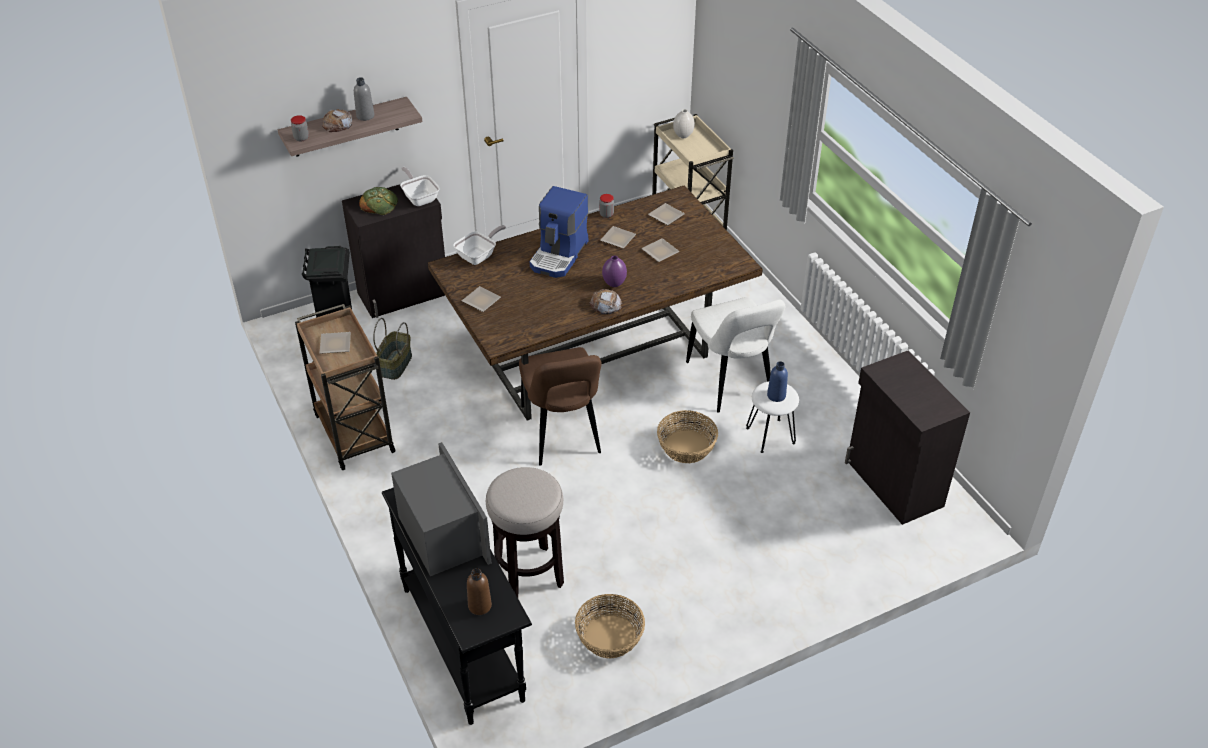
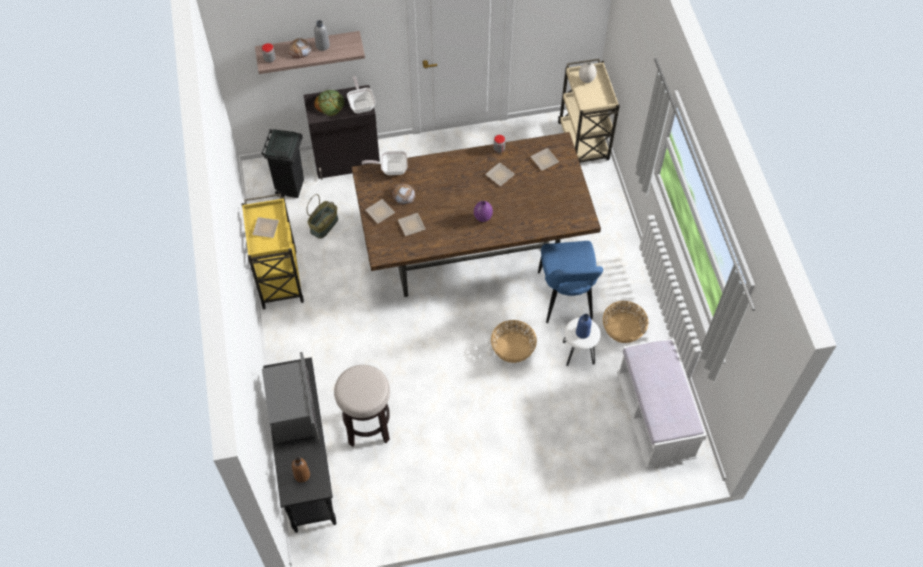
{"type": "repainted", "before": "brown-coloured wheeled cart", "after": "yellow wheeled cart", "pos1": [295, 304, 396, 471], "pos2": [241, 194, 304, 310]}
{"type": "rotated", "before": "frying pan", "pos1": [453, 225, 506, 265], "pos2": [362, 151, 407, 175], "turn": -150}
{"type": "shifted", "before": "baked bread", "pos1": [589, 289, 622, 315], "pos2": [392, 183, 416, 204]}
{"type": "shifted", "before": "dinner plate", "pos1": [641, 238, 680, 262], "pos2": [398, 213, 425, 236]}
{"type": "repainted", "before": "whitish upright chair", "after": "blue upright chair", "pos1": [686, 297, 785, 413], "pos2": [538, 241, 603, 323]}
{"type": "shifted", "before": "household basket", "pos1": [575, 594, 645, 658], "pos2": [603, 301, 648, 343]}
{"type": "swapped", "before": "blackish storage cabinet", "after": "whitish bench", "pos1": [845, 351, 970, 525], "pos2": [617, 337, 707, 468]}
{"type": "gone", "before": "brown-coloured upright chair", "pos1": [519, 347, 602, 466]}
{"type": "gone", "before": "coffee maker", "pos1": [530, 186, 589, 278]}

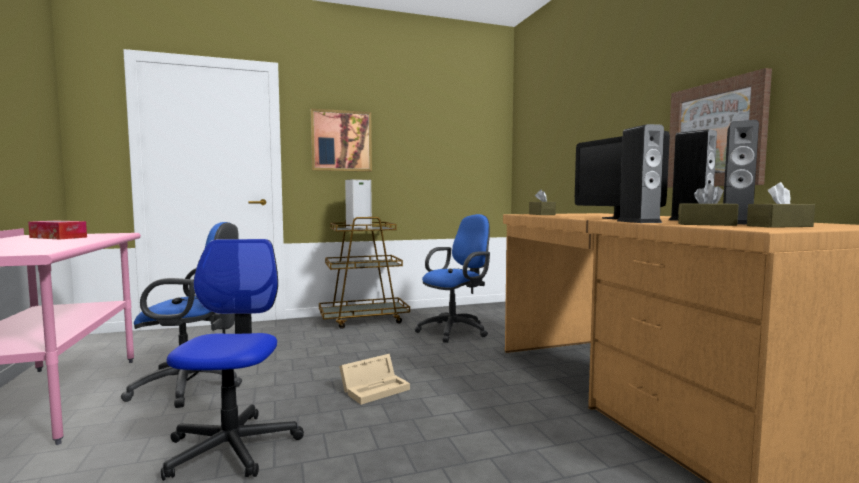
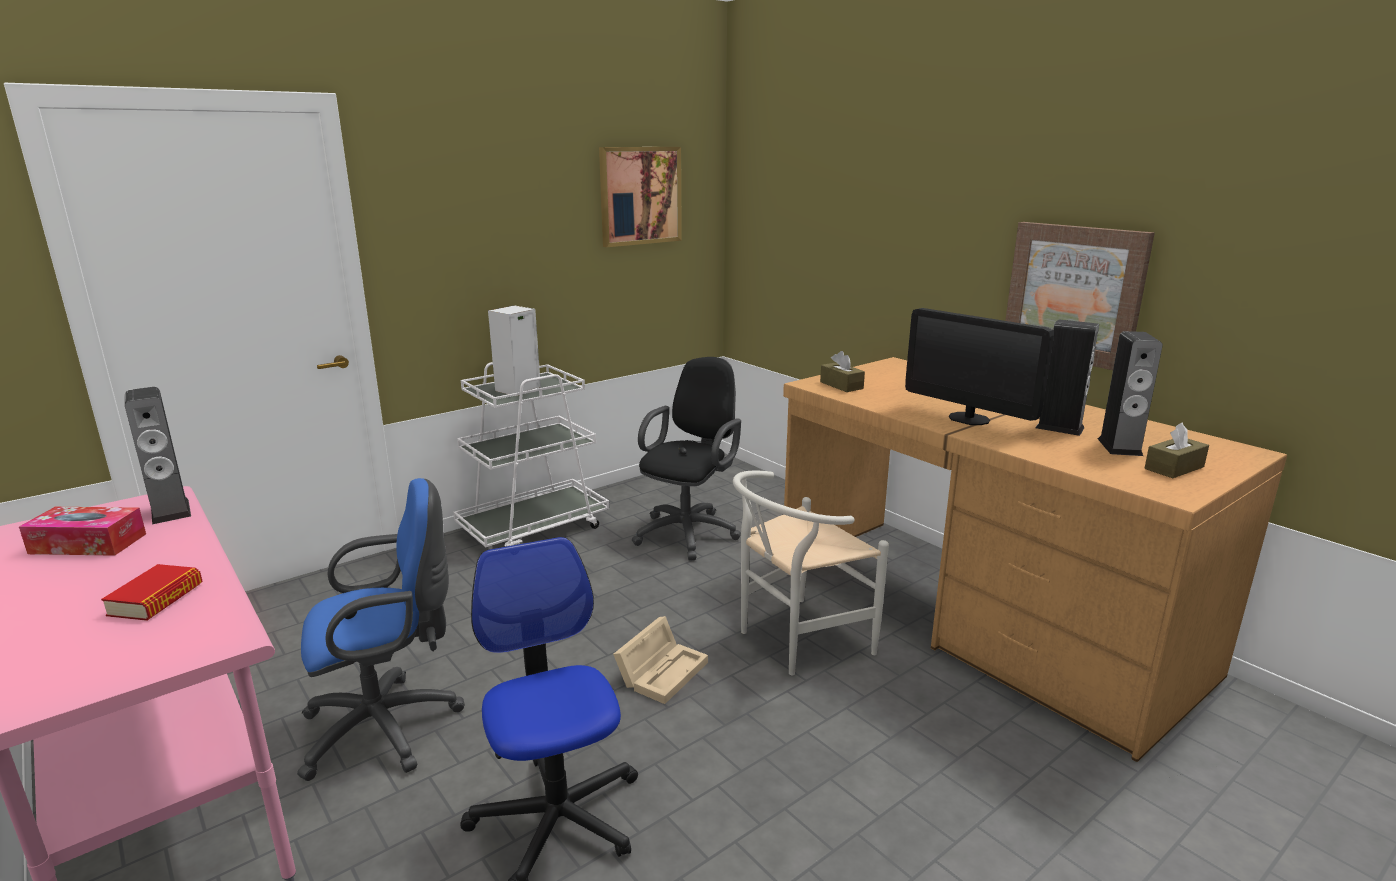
{"type": "new", "after": "volume", "pos2": [101, 564, 202, 621]}
{"type": "shifted", "before": "loudspeaker", "pos1": [617, 124, 664, 223], "pos2": [125, 387, 191, 524]}
{"type": "repainted", "before": "brown-coloured wheeled cart", "after": "whitish wheeled cart", "pos1": [319, 217, 410, 329], "pos2": [453, 362, 609, 547]}
{"type": "shifted", "before": "picture", "pos1": [311, 109, 372, 172], "pos2": [599, 147, 682, 247]}
{"type": "repainted", "before": "blue computer chair", "after": "blackish computer chair", "pos1": [414, 214, 490, 343], "pos2": [632, 357, 741, 560]}
{"type": "new", "after": "whitish upright chair", "pos2": [733, 471, 889, 676]}
{"type": "gone", "before": "brown-coloured box of tissues", "pos1": [678, 183, 738, 226]}

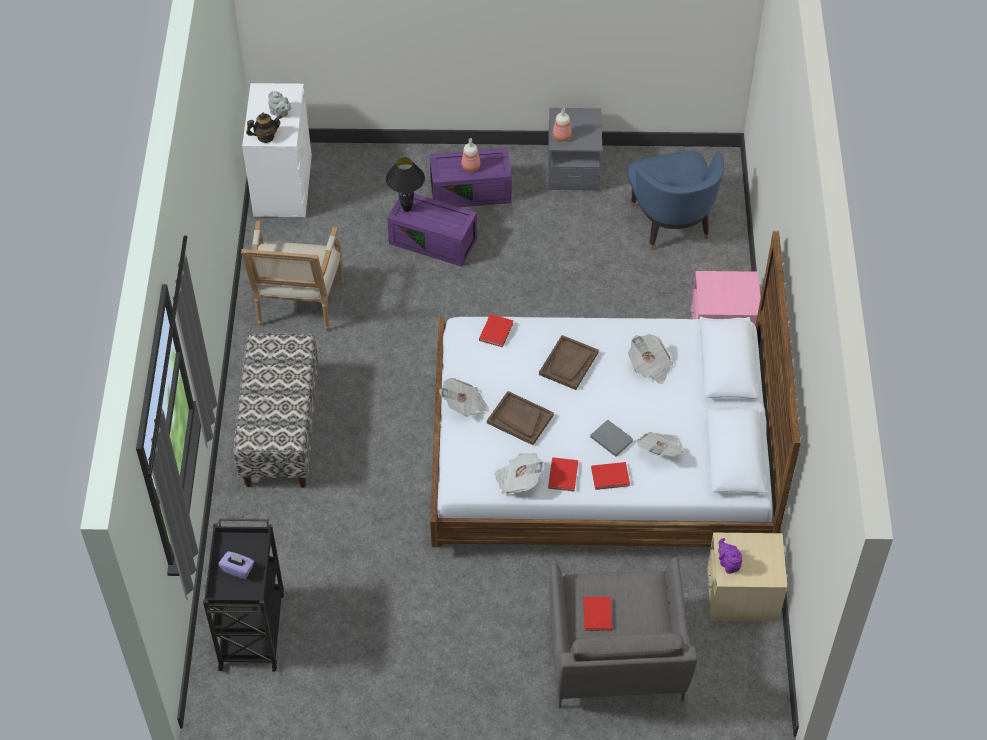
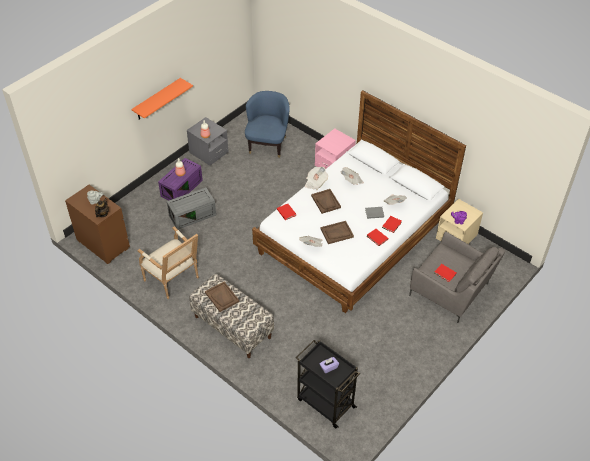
{"type": "repainted", "before": "whitish drawer chest", "after": "brown-coloured drawer chest", "pos1": [242, 83, 312, 219], "pos2": [65, 185, 130, 264]}
{"type": "new", "after": "orange bracket shelf", "pos2": [132, 78, 193, 120]}
{"type": "repainted", "before": "purplish storage box", "after": "greyish storage box", "pos1": [387, 194, 477, 267], "pos2": [167, 187, 216, 229]}
{"type": "new", "after": "brown-coloured carrying tray", "pos2": [205, 282, 239, 312]}
{"type": "rotated", "before": "blue easy chair", "pos1": [628, 151, 724, 250], "pos2": [245, 91, 290, 158], "turn": -105}
{"type": "shifted", "before": "newspaper", "pos1": [494, 453, 545, 494], "pos2": [305, 167, 328, 190]}
{"type": "gone", "before": "blackish tabletop lamp", "pos1": [386, 158, 425, 212]}

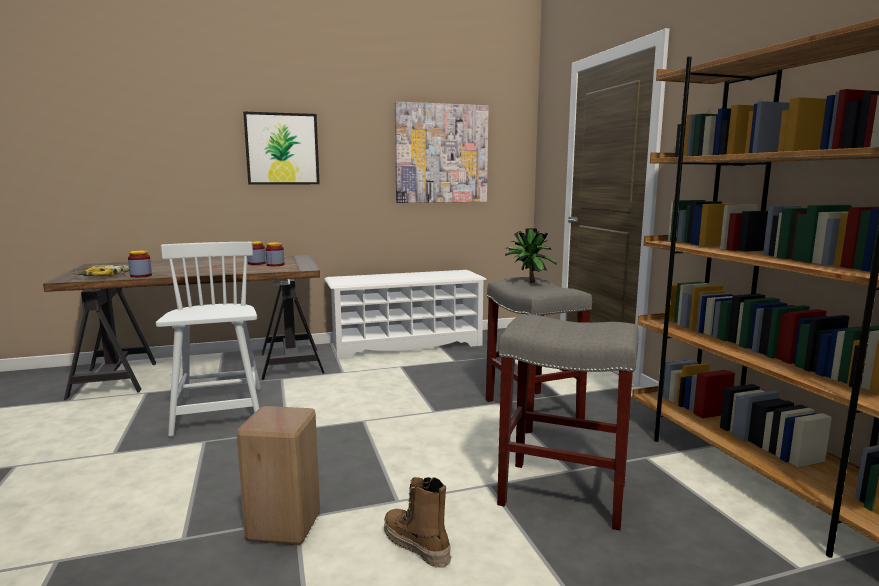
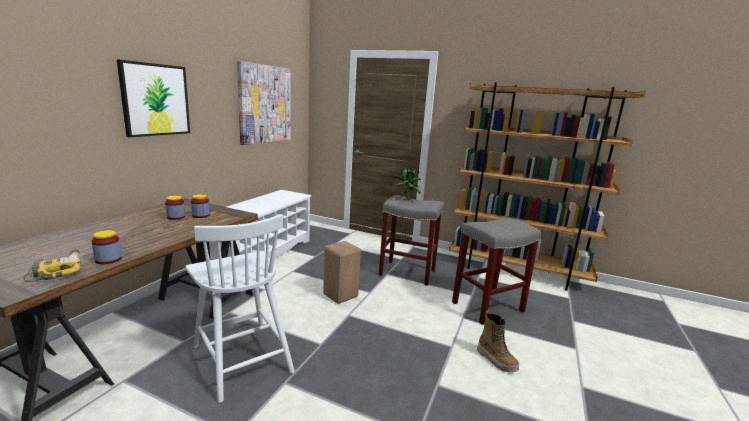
{"type": "rotated", "before": "whitish upright chair", "pos1": [156, 242, 261, 437], "pos2": [185, 214, 295, 403], "turn": -150}
{"type": "shifted", "before": "beige stool seat", "pos1": [237, 406, 320, 545], "pos2": [323, 241, 361, 304]}
{"type": "rotated", "before": "boot", "pos1": [384, 477, 451, 568], "pos2": [477, 310, 519, 372], "turn": -120}

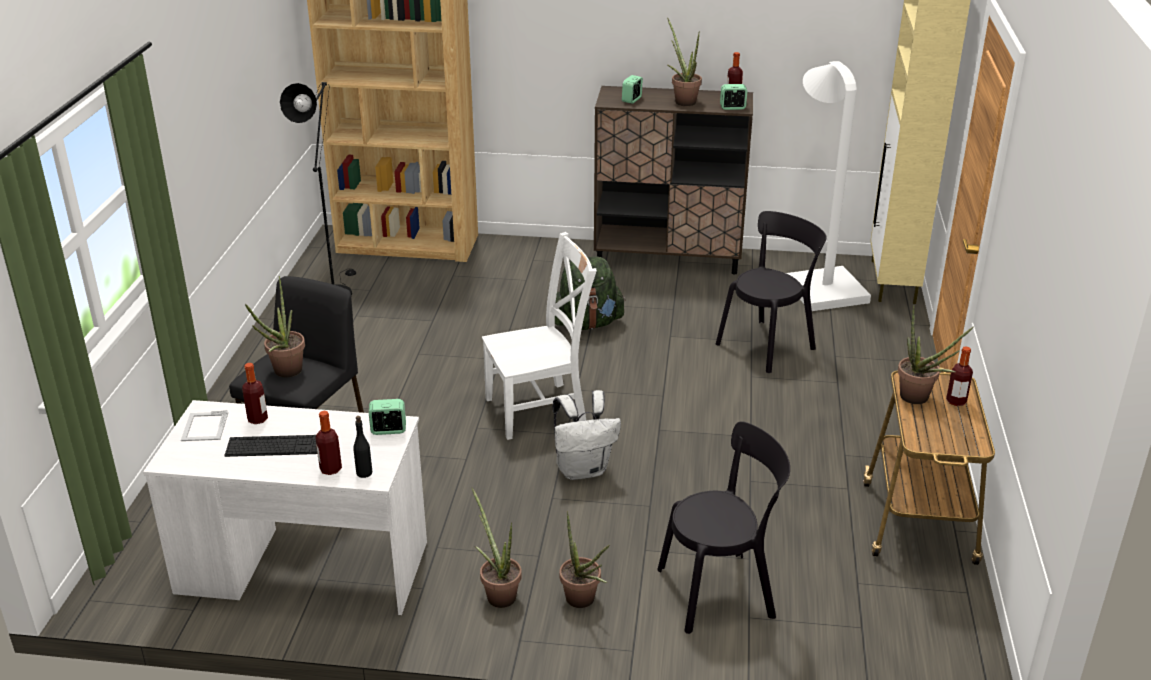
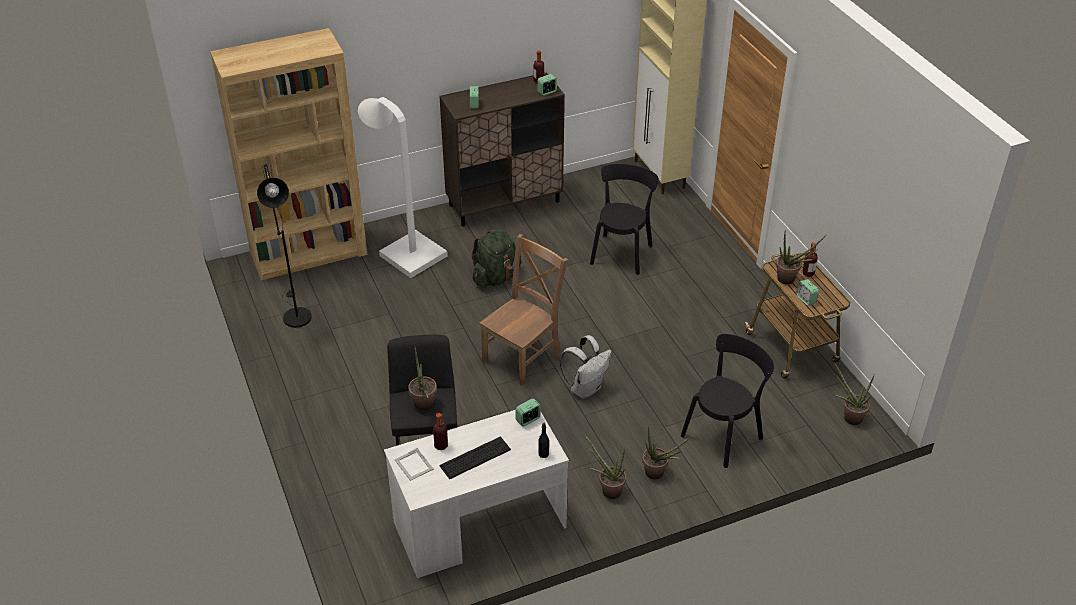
{"type": "shifted", "before": "whitish standard lamp", "pos1": [786, 61, 871, 311], "pos2": [358, 97, 448, 278]}
{"type": "repainted", "before": "whitish upright chair", "after": "brown-coloured upright chair", "pos1": [482, 232, 597, 440], "pos2": [479, 234, 568, 386]}
{"type": "new", "after": "bedside clock", "pos2": [796, 279, 819, 306]}
{"type": "shifted", "before": "potted plant", "pos1": [667, 17, 702, 106], "pos2": [834, 363, 874, 425]}
{"type": "gone", "before": "beverage bottle", "pos1": [315, 411, 342, 475]}

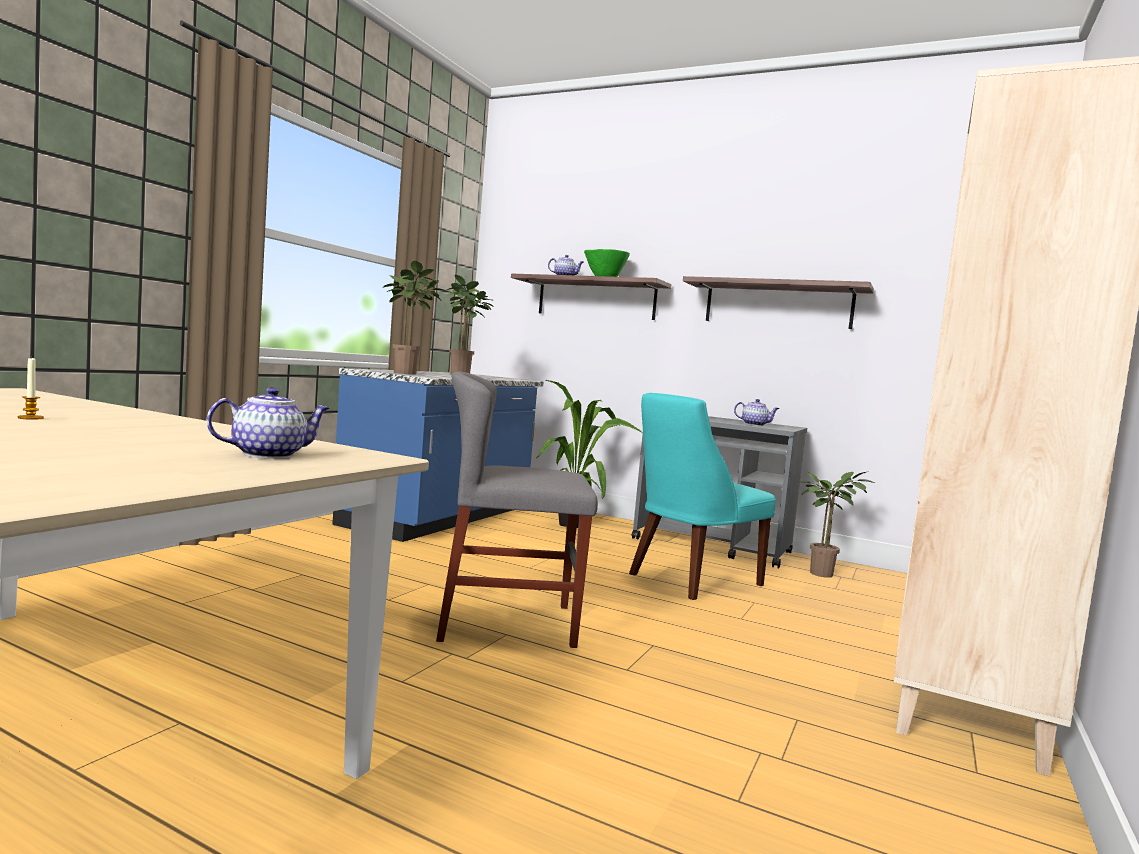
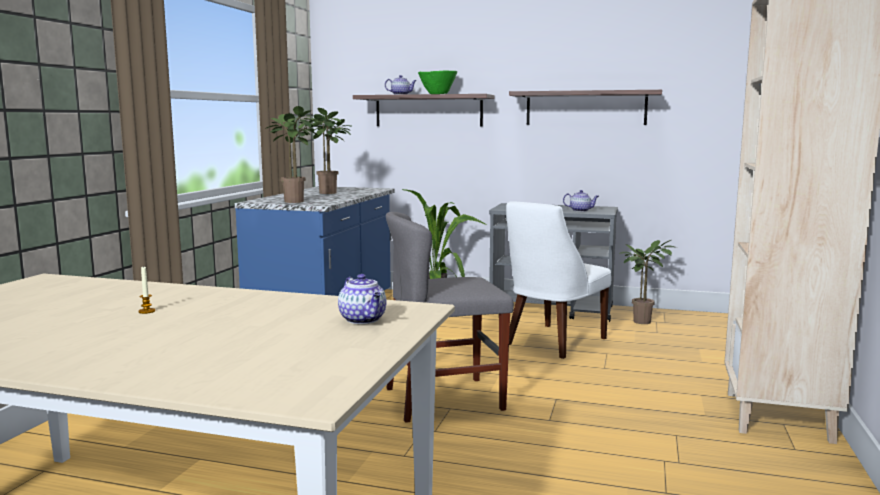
{"type": "rotated", "before": "pot for tea", "pos1": [207, 387, 329, 459], "pos2": [338, 274, 387, 324], "turn": 105}
{"type": "repainted", "before": "turquoise upright chair", "after": "whitish upright chair", "pos1": [629, 393, 776, 600], "pos2": [506, 202, 611, 359]}

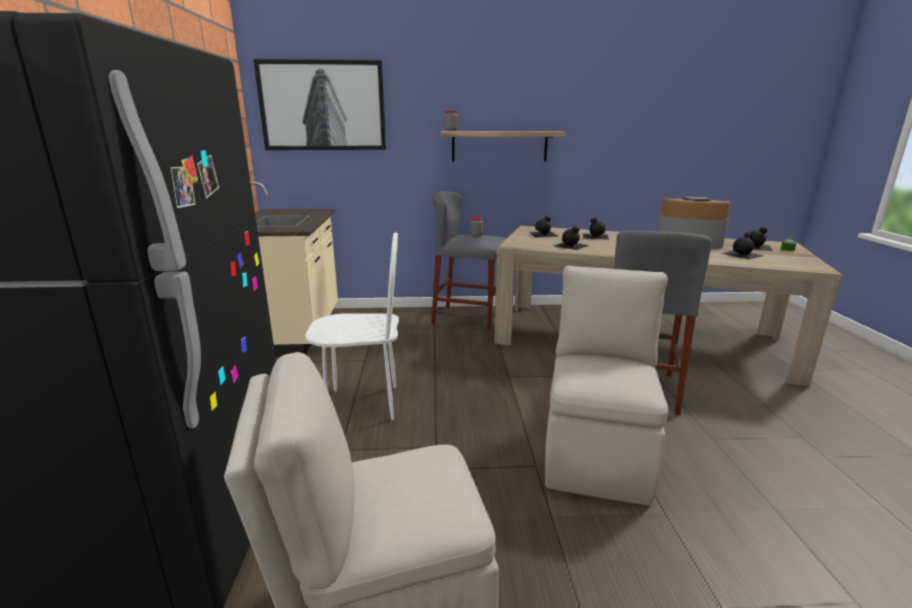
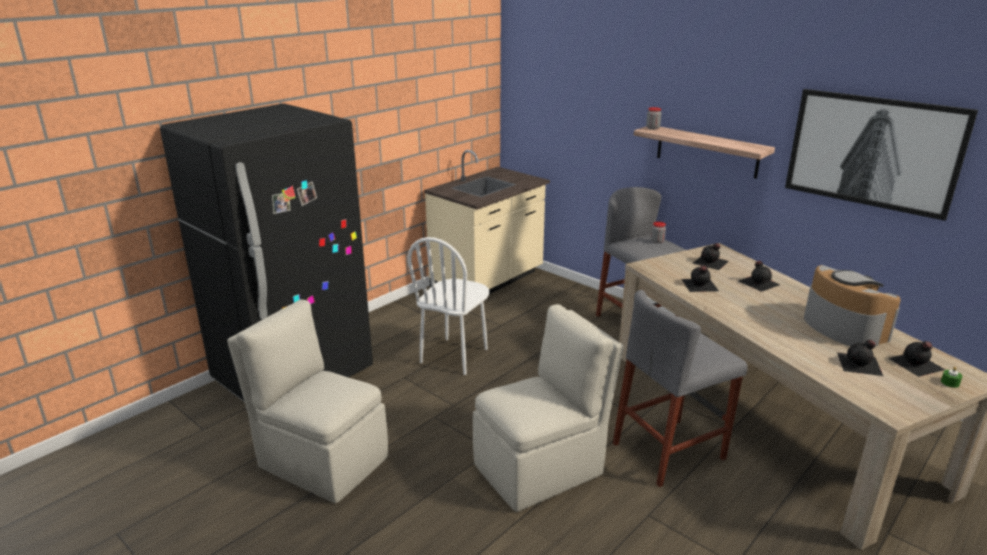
{"type": "rotated", "before": "whitish upright chair", "pos1": [305, 232, 399, 420], "pos2": [408, 237, 489, 375], "turn": 75}
{"type": "shifted", "before": "picture", "pos1": [253, 59, 386, 150], "pos2": [785, 89, 978, 221]}

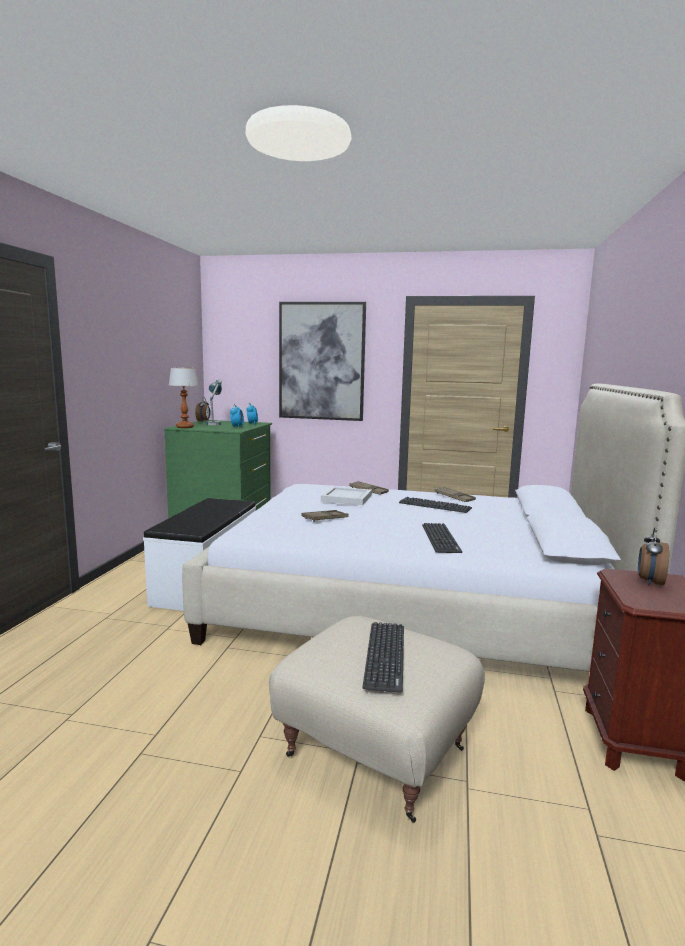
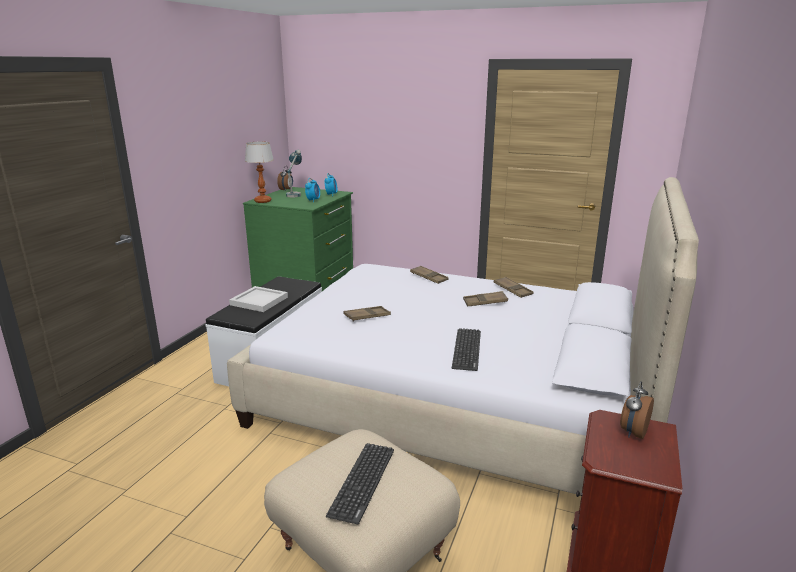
{"type": "shifted", "before": "whitish carrying tray", "pos1": [321, 487, 372, 505], "pos2": [229, 286, 288, 312]}
{"type": "swapped", "before": "computer keyboard", "after": "brown-coloured carrying tray", "pos1": [399, 497, 472, 513], "pos2": [463, 291, 508, 306]}
{"type": "gone", "before": "picture", "pos1": [279, 302, 366, 421]}

